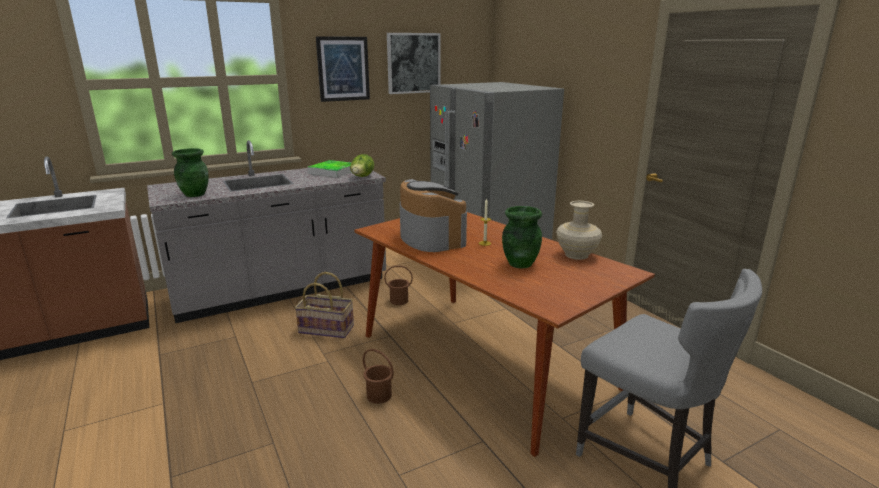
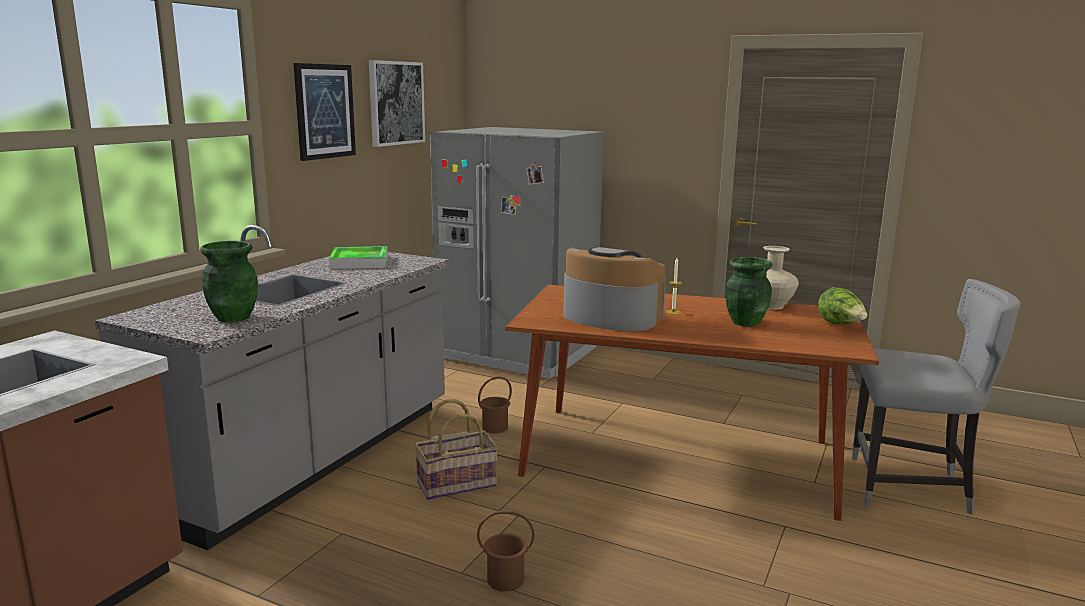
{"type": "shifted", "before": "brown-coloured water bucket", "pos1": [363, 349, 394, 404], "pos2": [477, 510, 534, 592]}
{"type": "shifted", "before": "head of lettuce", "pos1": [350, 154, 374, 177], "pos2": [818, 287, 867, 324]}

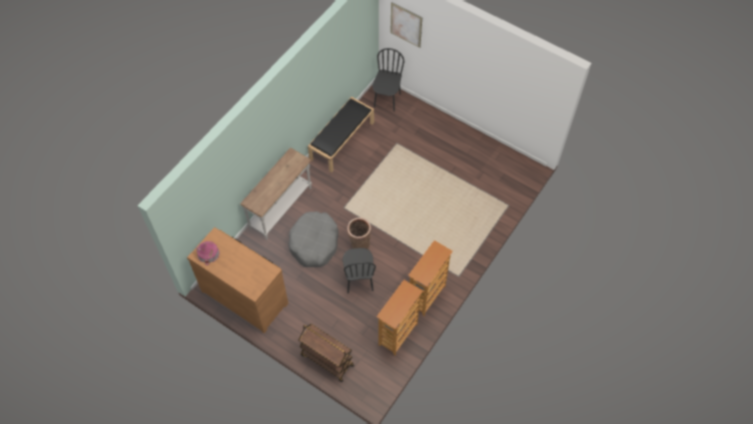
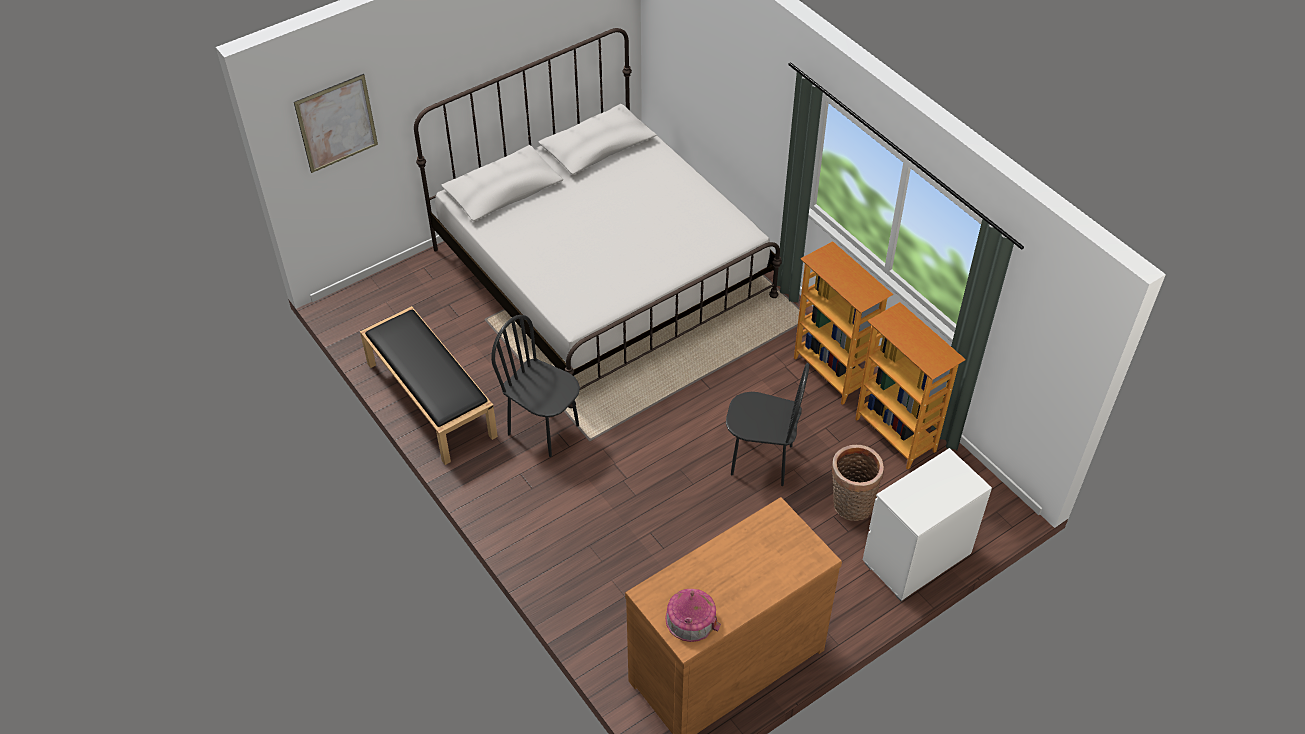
{"type": "new", "after": "whitish bed", "pos2": [414, 28, 782, 408]}
{"type": "shifted", "before": "blackish upright chair", "pos1": [372, 48, 404, 112], "pos2": [491, 315, 580, 457]}
{"type": "shifted", "before": "household basket", "pos1": [347, 217, 371, 249], "pos2": [831, 445, 884, 521]}
{"type": "swapped", "before": "brown-coloured wheeled cart", "after": "whitish drawer chest", "pos1": [298, 324, 354, 382], "pos2": [863, 448, 992, 601]}
{"type": "gone", "before": "whitish hall table", "pos1": [240, 148, 312, 240]}
{"type": "gone", "before": "greyish pet bed", "pos1": [288, 211, 339, 267]}

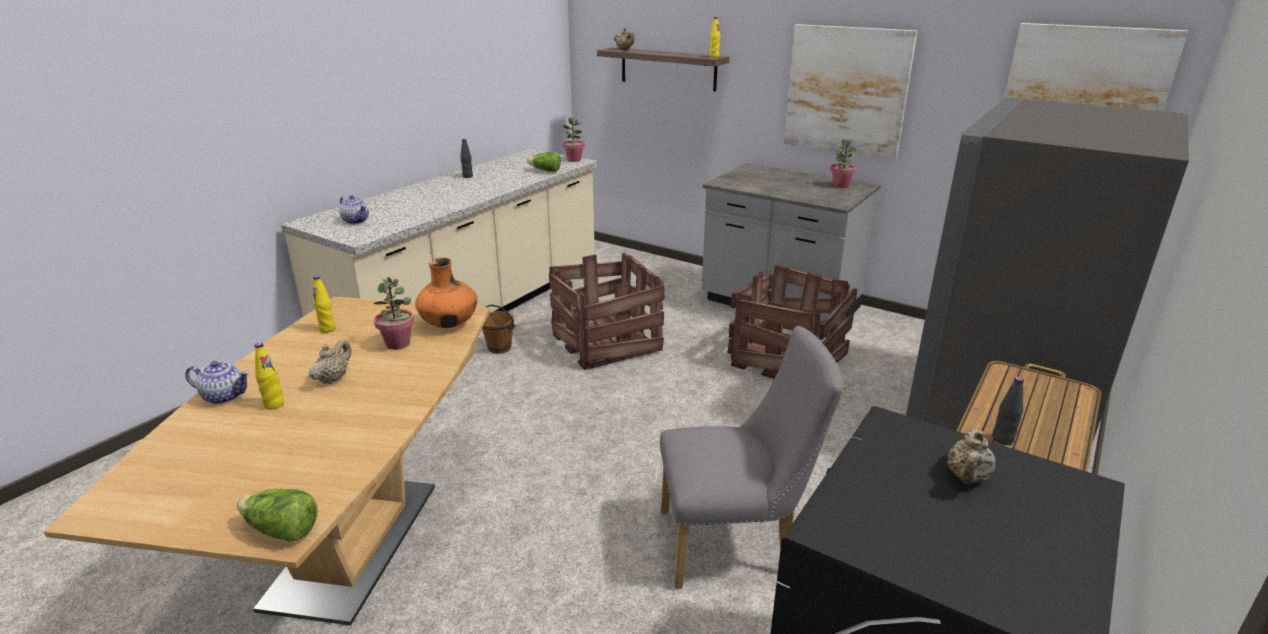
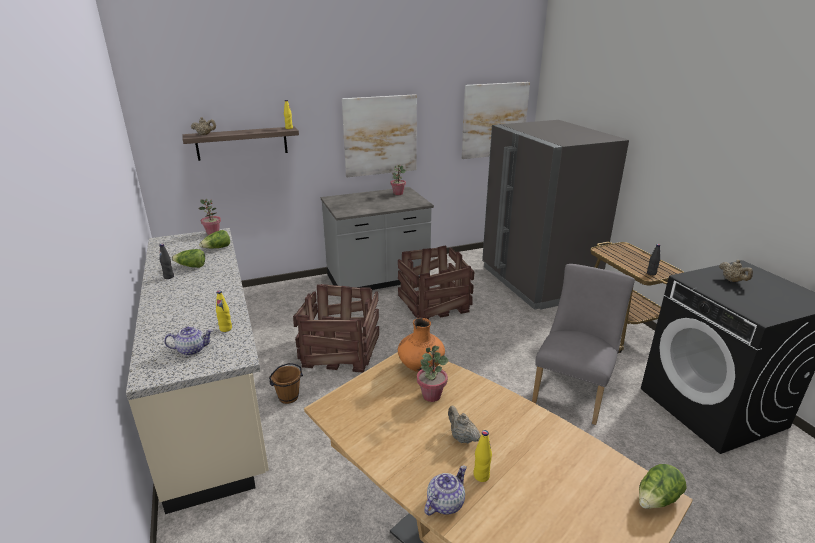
{"type": "new", "after": "head of lettuce", "pos2": [172, 249, 205, 268]}
{"type": "shifted", "before": "yellow beverage bottle", "pos1": [313, 276, 336, 333], "pos2": [216, 291, 232, 332]}

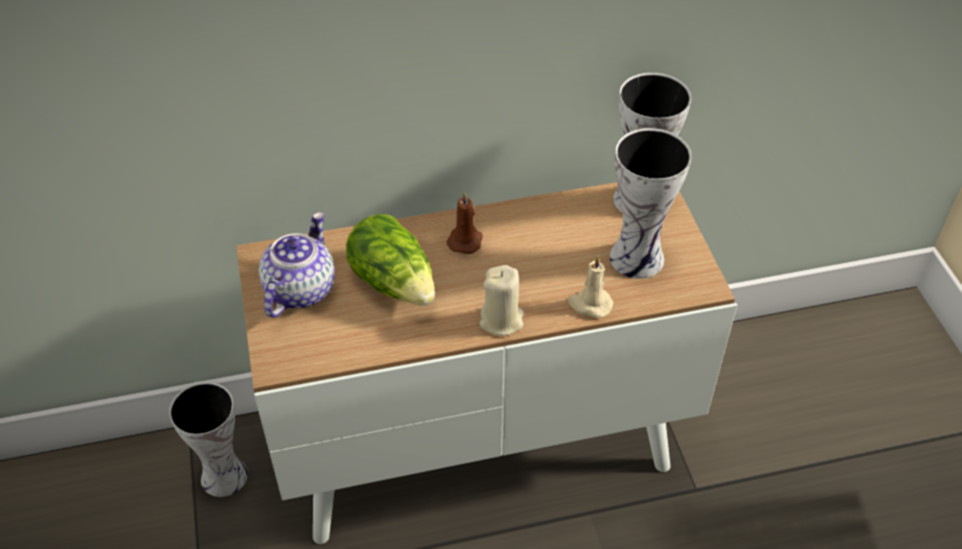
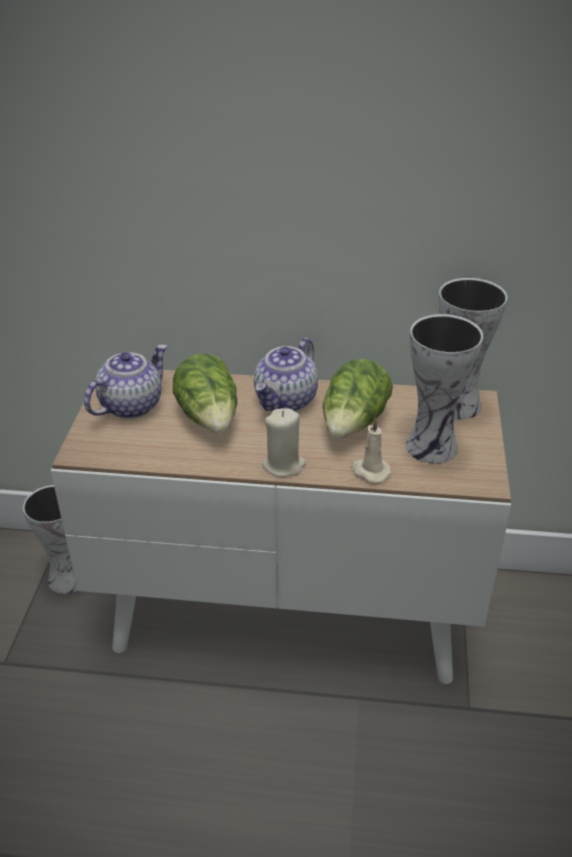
{"type": "swapped", "before": "brown-coloured wax candle", "after": "pot for tea", "pos1": [447, 192, 483, 254], "pos2": [254, 338, 318, 412]}
{"type": "new", "after": "head of lettuce", "pos2": [323, 359, 393, 439]}

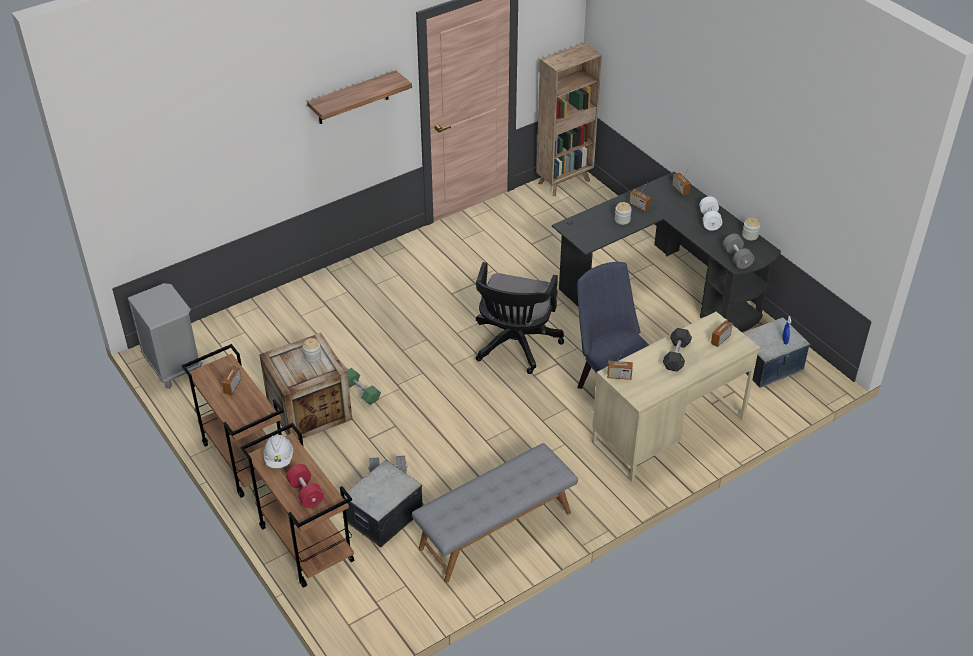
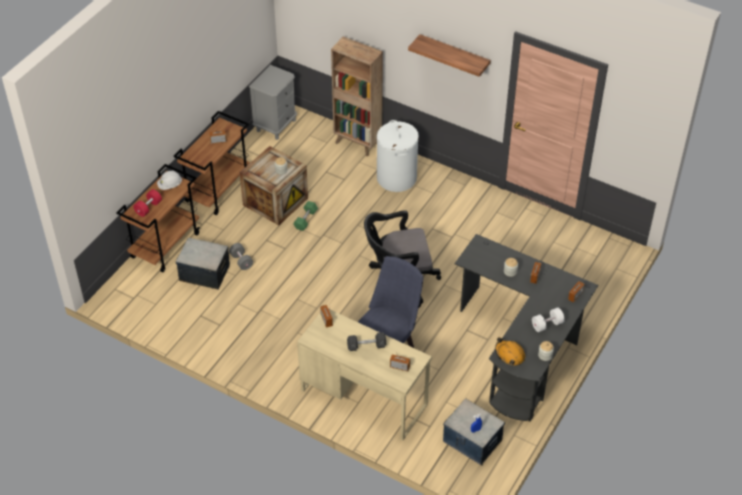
{"type": "shifted", "before": "brown-coloured shelving unit", "pos1": [536, 43, 602, 196], "pos2": [331, 37, 383, 156]}
{"type": "new", "after": "whitish washing basket", "pos2": [377, 120, 419, 192]}
{"type": "swapped", "before": "greyish hand weight", "after": "orange safety helmet", "pos1": [723, 234, 754, 269], "pos2": [495, 337, 525, 365]}
{"type": "gone", "before": "greyish bench", "pos1": [412, 443, 578, 583]}

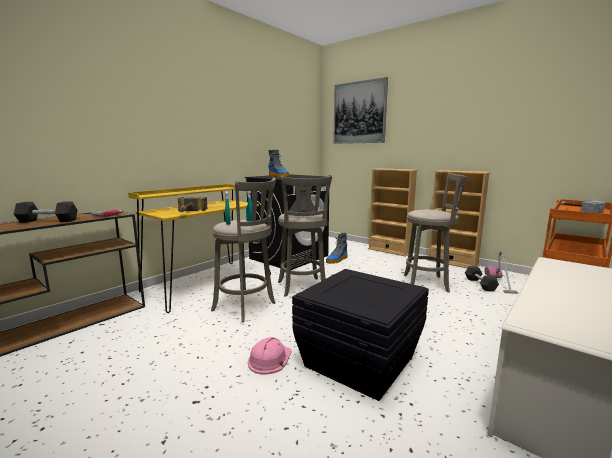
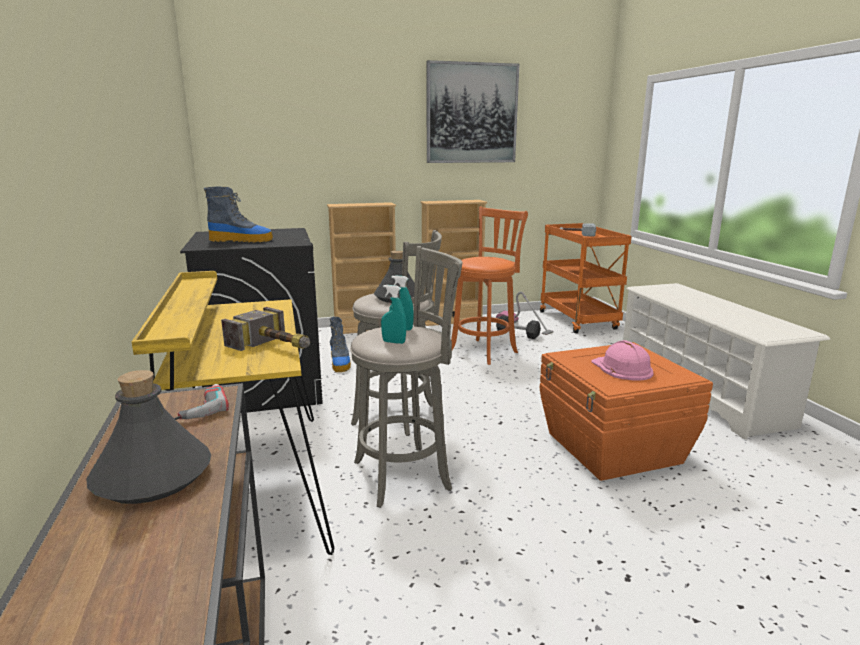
{"type": "swapped", "before": "blackish hand weight", "after": "greyish beverage bottle", "pos1": [14, 201, 78, 223], "pos2": [86, 370, 211, 504]}
{"type": "shifted", "before": "picture", "pos1": [333, 77, 388, 144], "pos2": [427, 60, 519, 163]}
{"type": "repainted", "before": "greyish stool seat", "after": "orange stool seat", "pos1": [404, 172, 467, 293], "pos2": [451, 207, 528, 365]}
{"type": "repainted", "before": "blackish storage box", "after": "orange storage box", "pos1": [292, 269, 429, 401], "pos2": [540, 342, 713, 481]}
{"type": "shifted", "before": "pink-coloured safety helmet", "pos1": [248, 337, 292, 374], "pos2": [591, 340, 653, 381]}

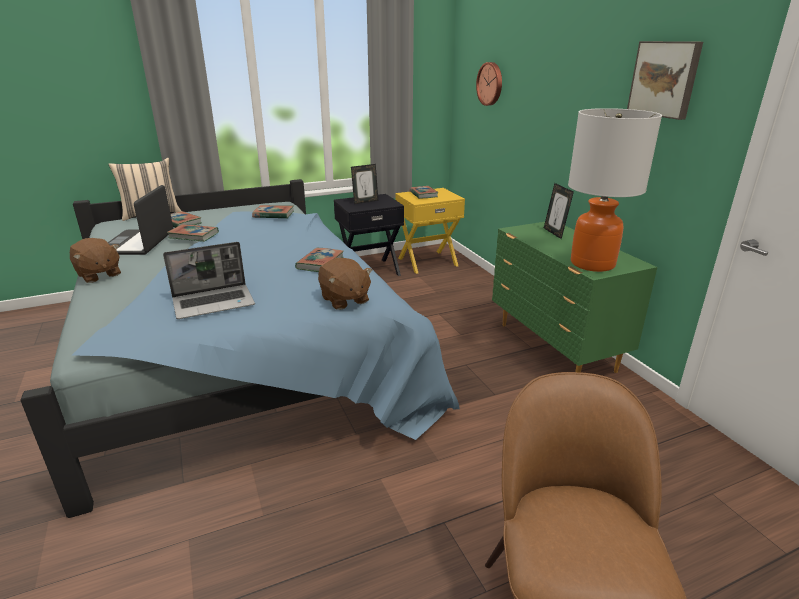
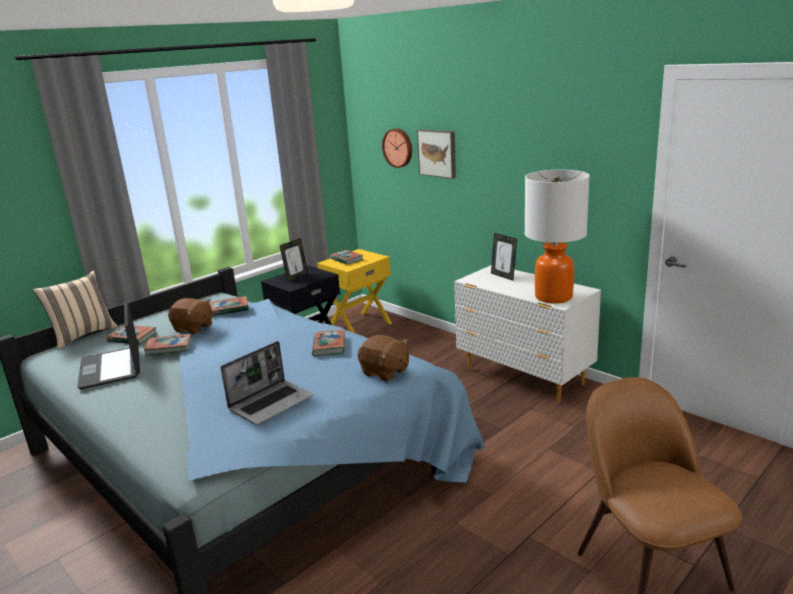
{"type": "shifted", "before": "brown-coloured soft toy", "pos1": [70, 238, 121, 283], "pos2": [168, 298, 213, 334]}
{"type": "shifted", "before": "picture", "pos1": [627, 41, 703, 120], "pos2": [417, 129, 456, 179]}
{"type": "repainted", "before": "green-coloured drawer chest", "after": "whitish drawer chest", "pos1": [492, 222, 657, 373], "pos2": [454, 265, 601, 403]}

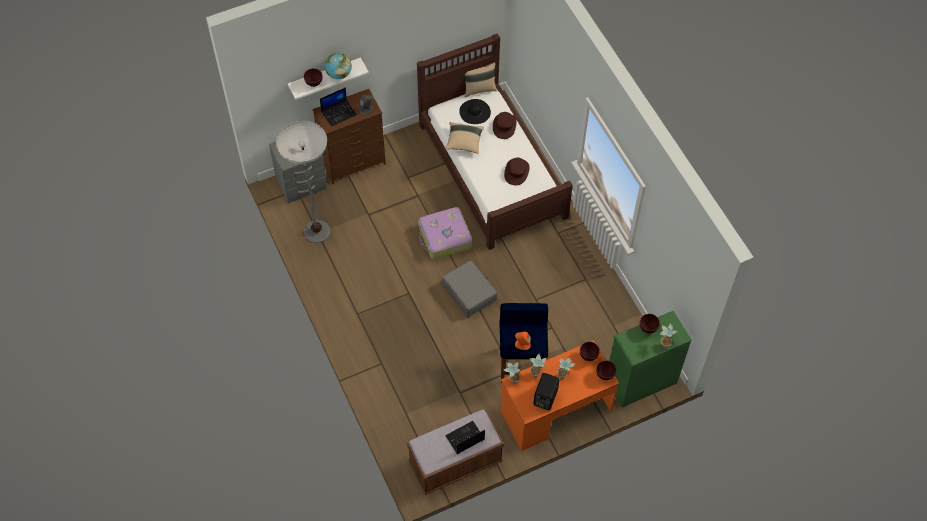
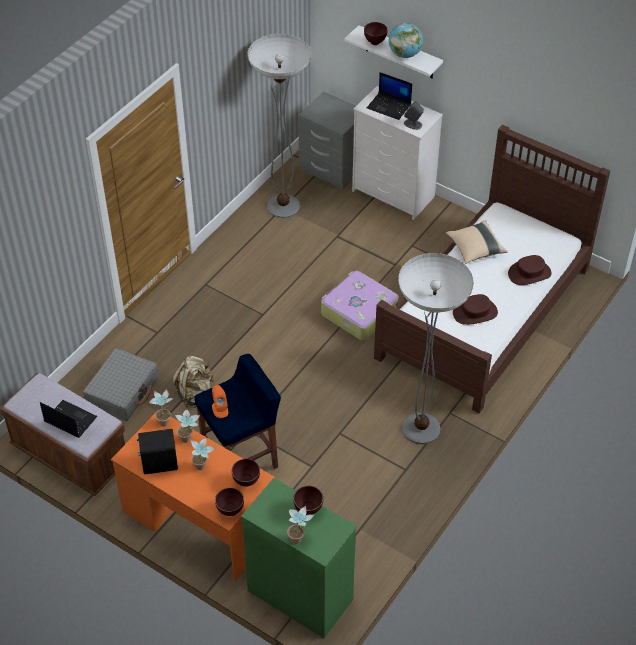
{"type": "shifted", "before": "greyish piece of luggage", "pos1": [442, 260, 498, 317], "pos2": [83, 348, 159, 421]}
{"type": "new", "after": "beige knapsack", "pos2": [172, 356, 214, 408]}
{"type": "repainted", "before": "brown-coloured drawer chest", "after": "whitish drawer chest", "pos1": [312, 89, 386, 184], "pos2": [352, 86, 443, 220]}
{"type": "new", "after": "standard lamp", "pos2": [398, 253, 474, 444]}
{"type": "gone", "before": "blackish wearable hat", "pos1": [459, 99, 491, 124]}
{"type": "gone", "before": "beige pillow", "pos1": [465, 62, 497, 97]}

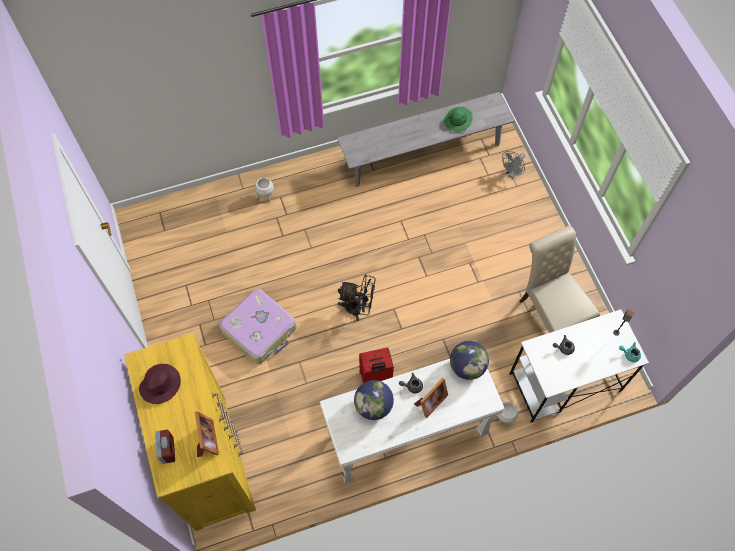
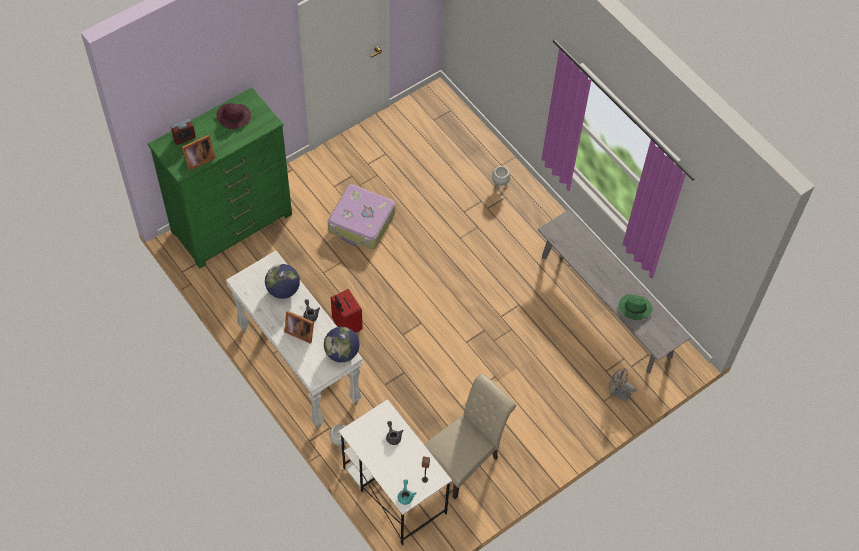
{"type": "repainted", "before": "yellow drawer chest", "after": "green-coloured drawer chest", "pos1": [124, 333, 256, 531], "pos2": [148, 87, 292, 269]}
{"type": "gone", "before": "blackish fan", "pos1": [338, 274, 376, 321]}

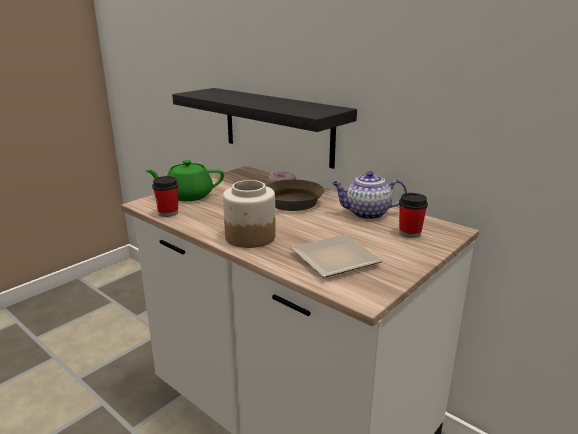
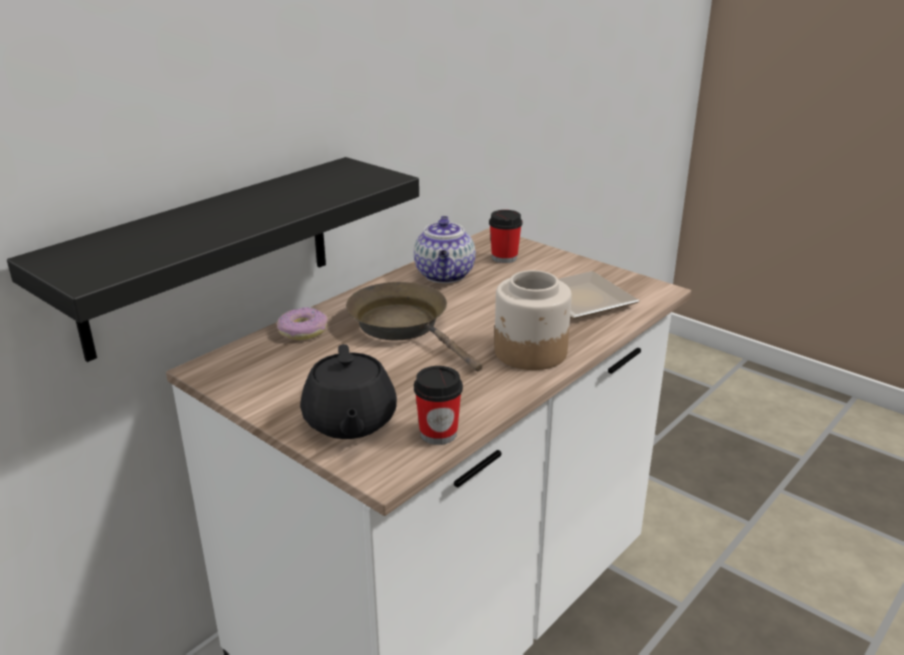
{"type": "repainted", "before": "green-coloured pot for tea", "after": "blackish pot for tea", "pos1": [145, 160, 224, 201], "pos2": [300, 344, 397, 439]}

